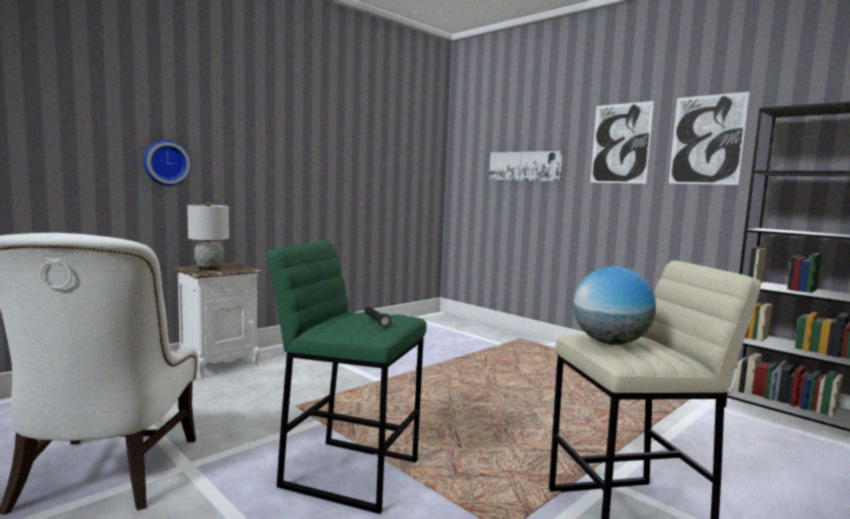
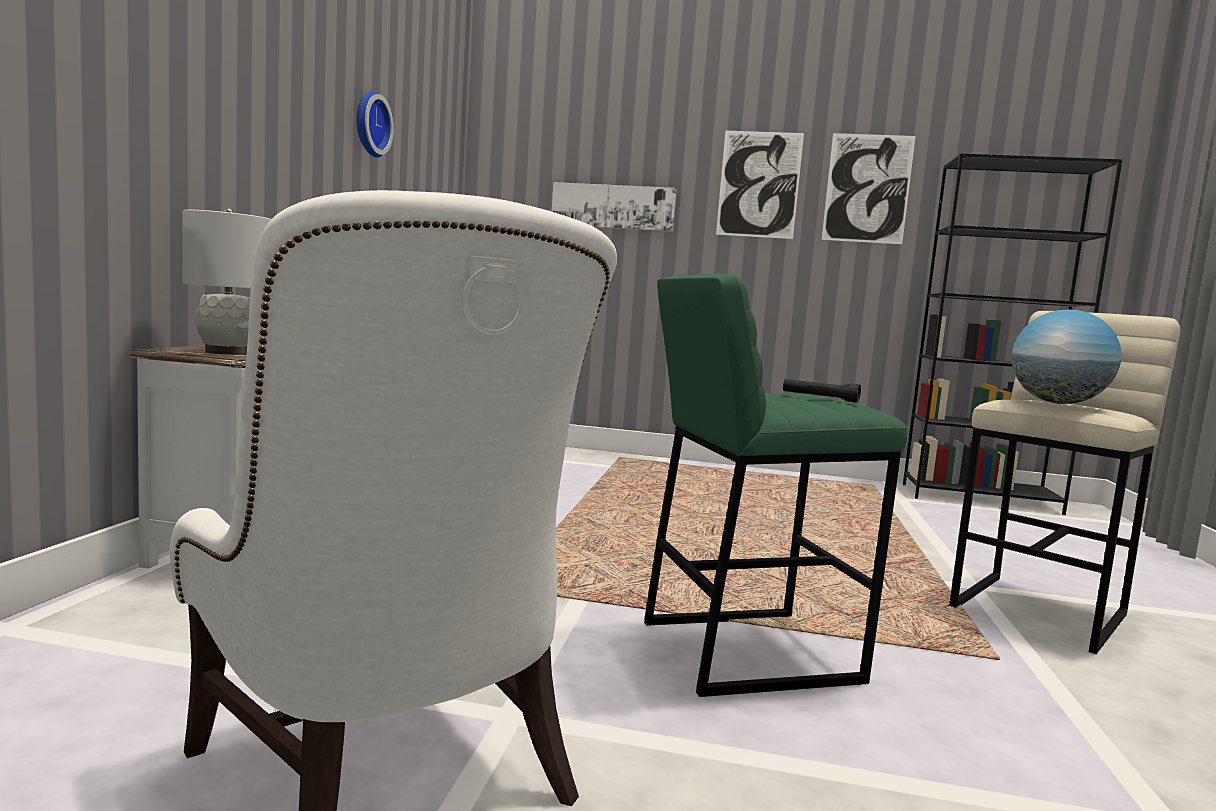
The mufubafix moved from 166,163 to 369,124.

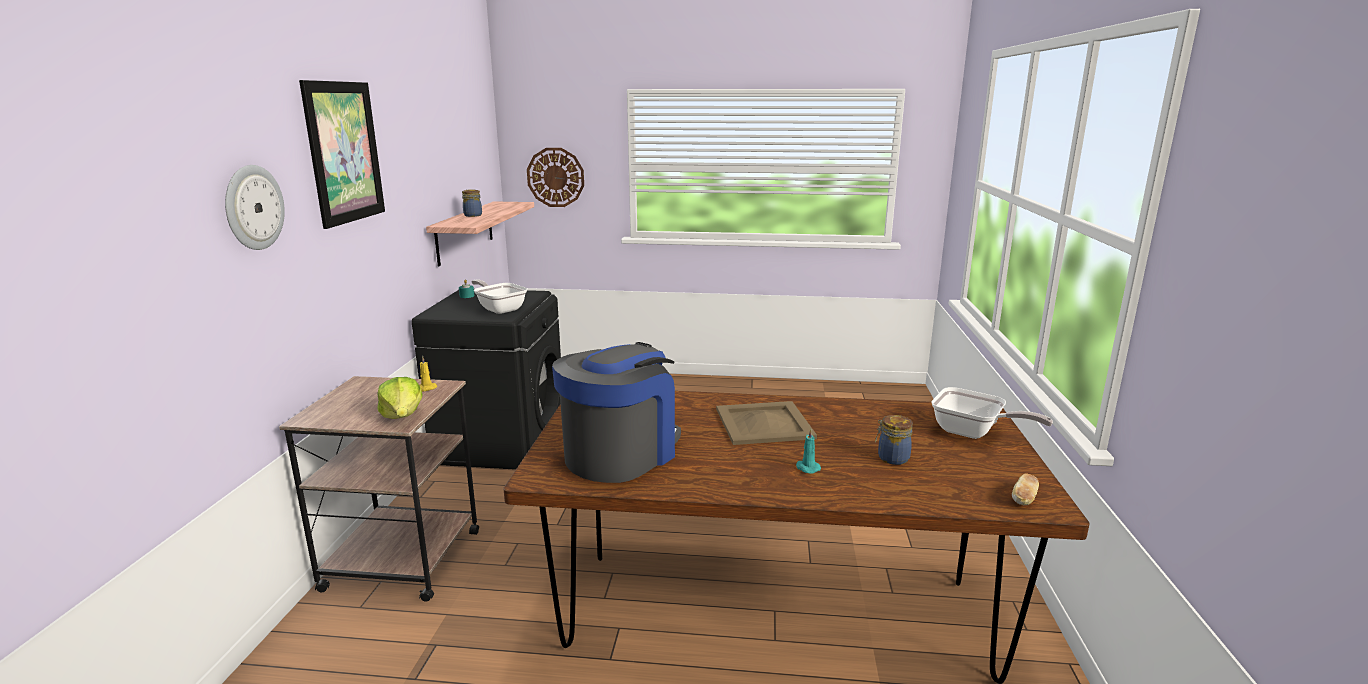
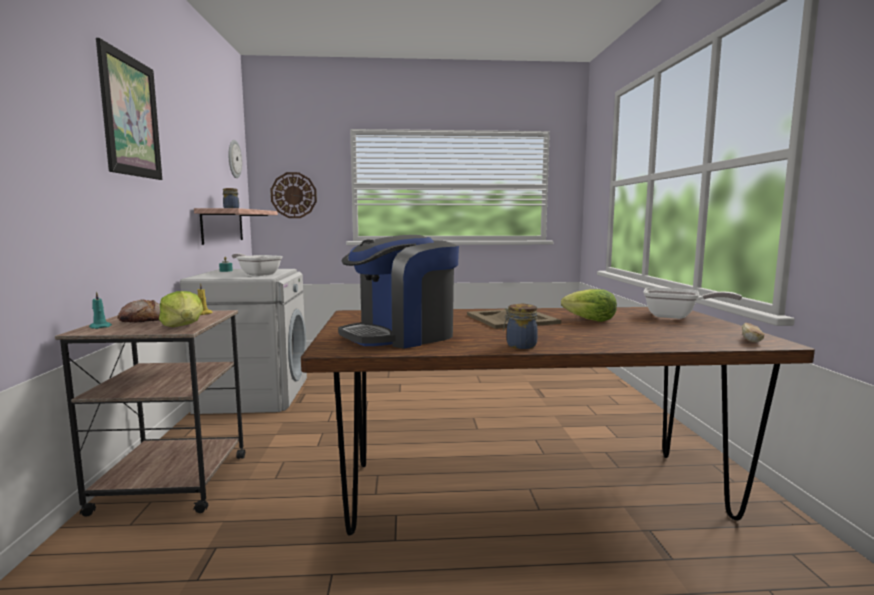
The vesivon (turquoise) moved from 807,468 to 100,327.
The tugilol at 142,321 appeared.
The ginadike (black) at 504,440 became the ginadike (white) at 256,394.
The mufubafix moved from 253,207 to 234,159.
The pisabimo at 621,453 turned 150 degrees counterclockwise.
The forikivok moved from 891,458 to 519,345.
The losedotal at 590,320 appeared.

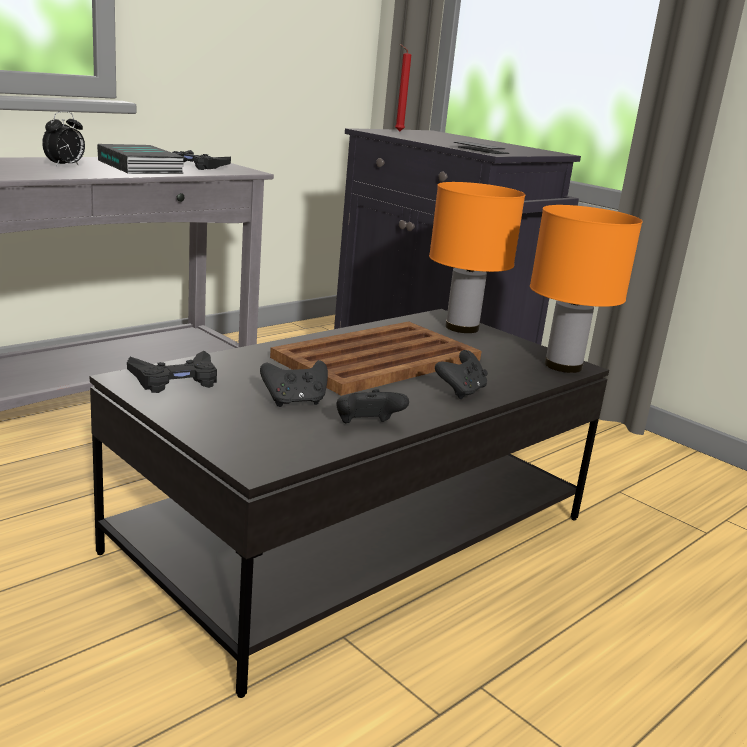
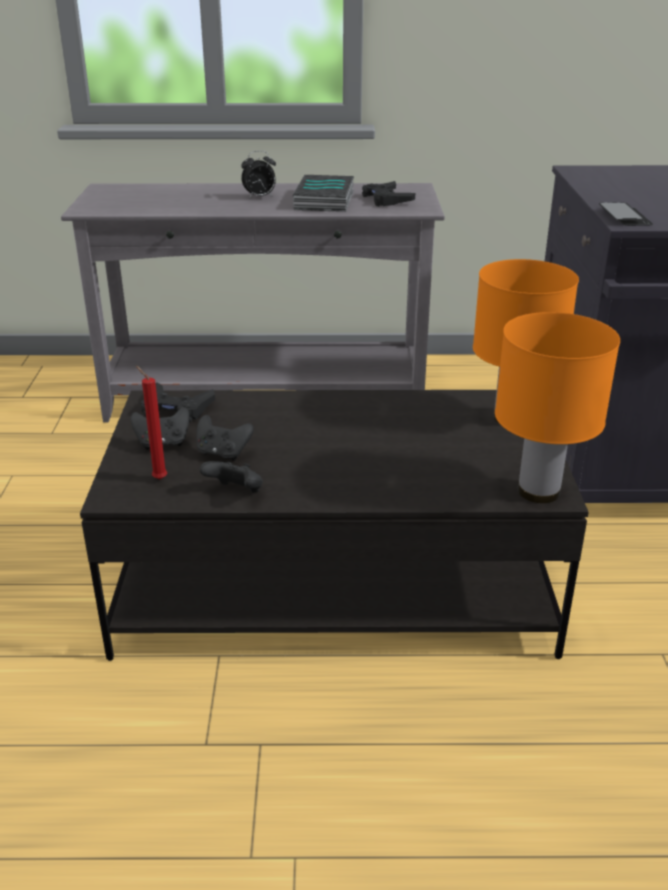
The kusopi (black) moved from 461,392 to 163,443.
The vesivon (red) moved from 397,131 to 158,478.
The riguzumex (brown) at 380,359 disappeared.

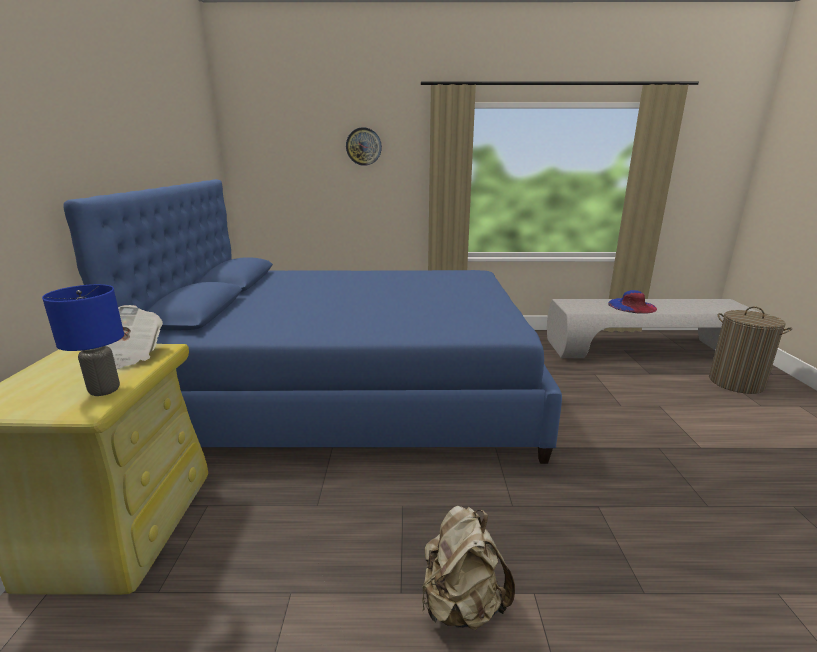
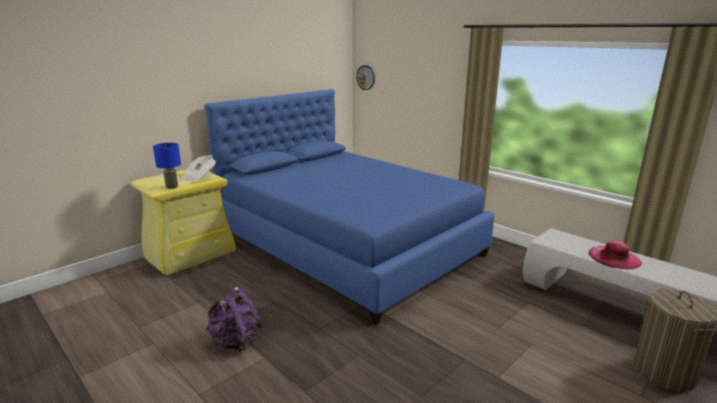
The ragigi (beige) at 461,605 became the ragigi (purple) at 235,342.
The mufubafix moved from 363,146 to 366,77.
The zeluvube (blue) at 632,306 became the zeluvube (pink) at 614,257.

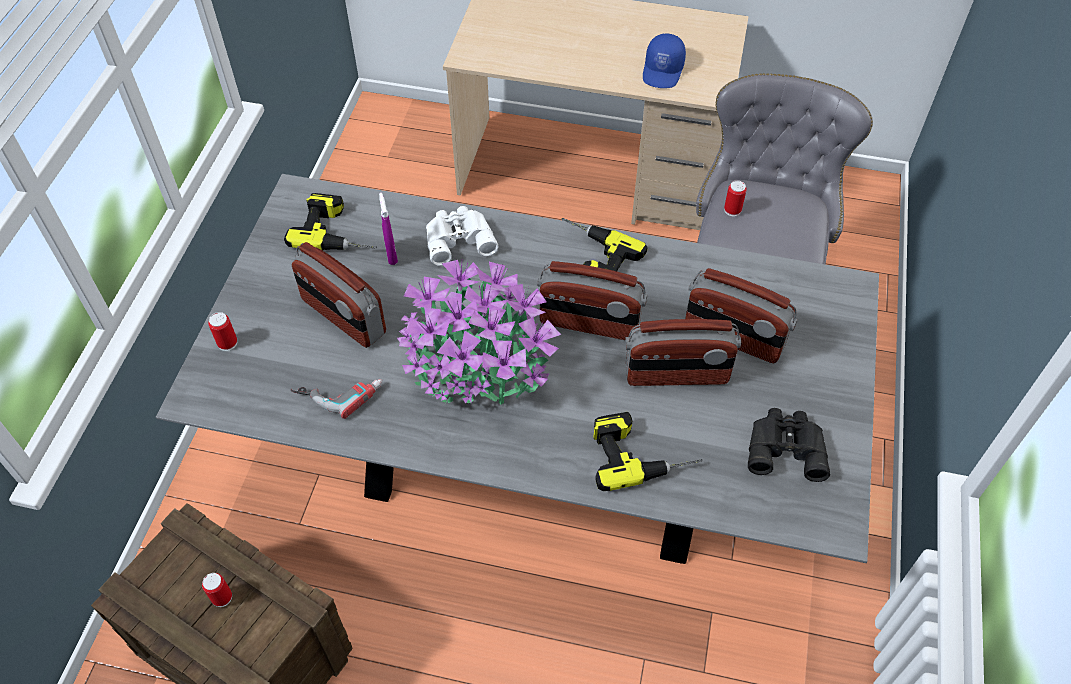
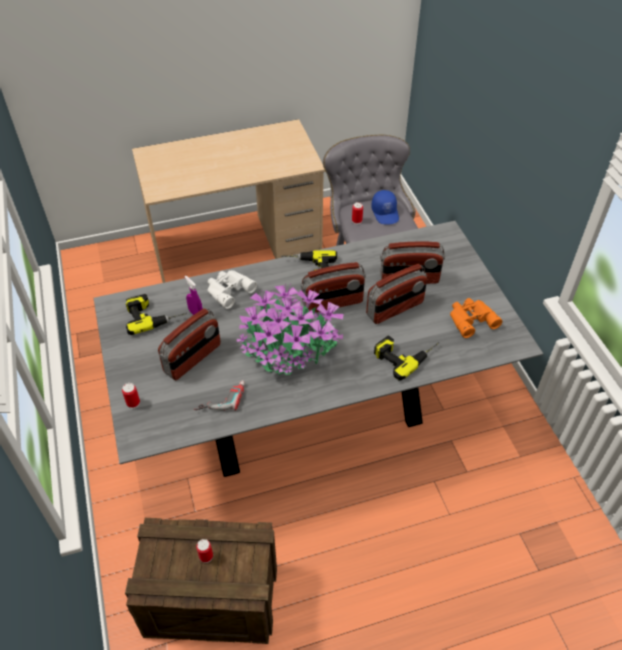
The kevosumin at 343,317 turned 60 degrees counterclockwise.
The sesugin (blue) moved from 663,71 to 385,213.
The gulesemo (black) at 785,446 became the gulesemo (orange) at 470,319.

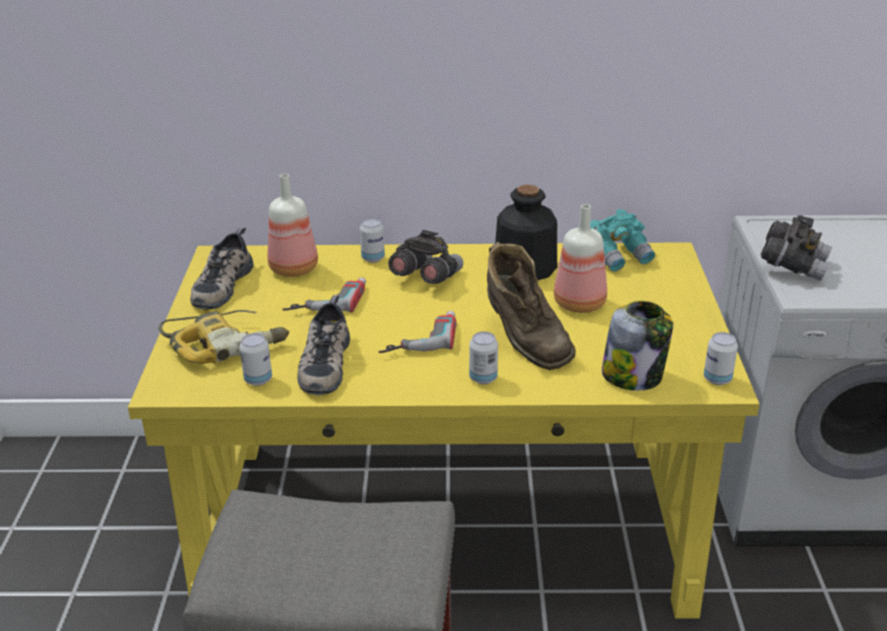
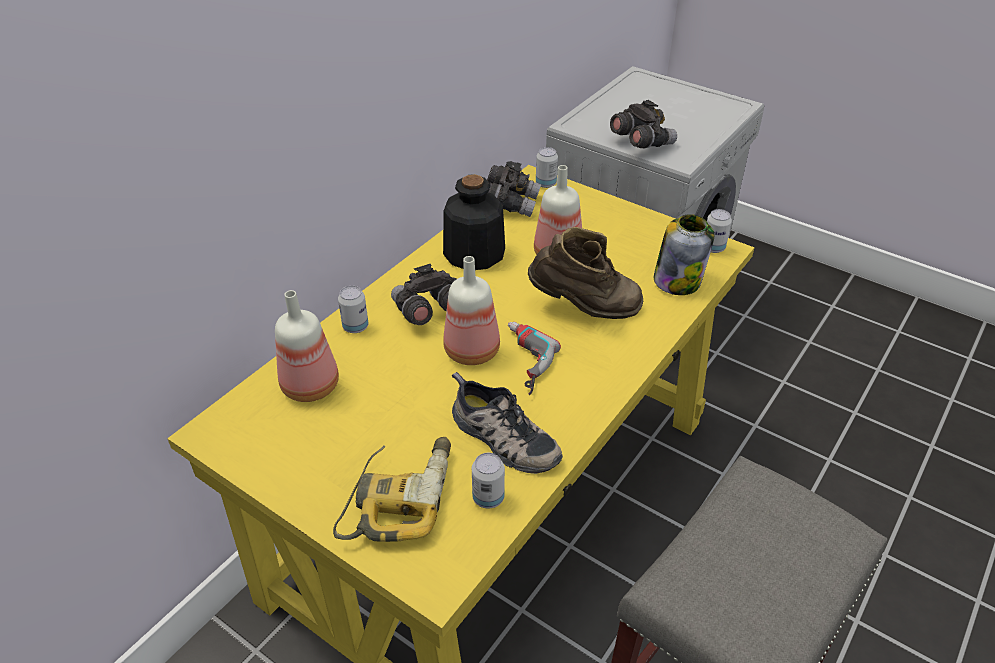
The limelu at 473,351 appeared.
The gulesemo (turquoise) at 617,256 became the gulesemo (grey) at 510,203.
The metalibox moved from 483,378 to 546,183.
The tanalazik at 221,284 disappeared.
The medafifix at 327,300 disappeared.

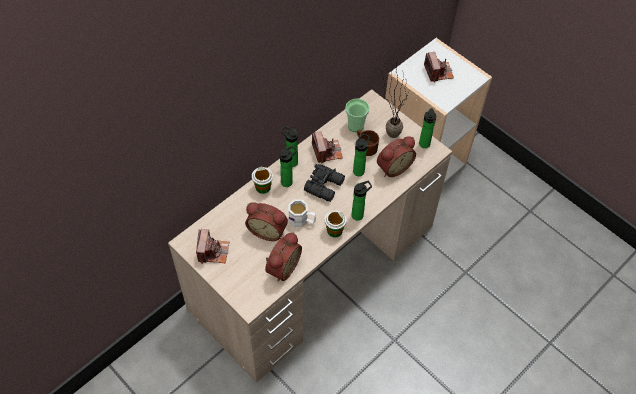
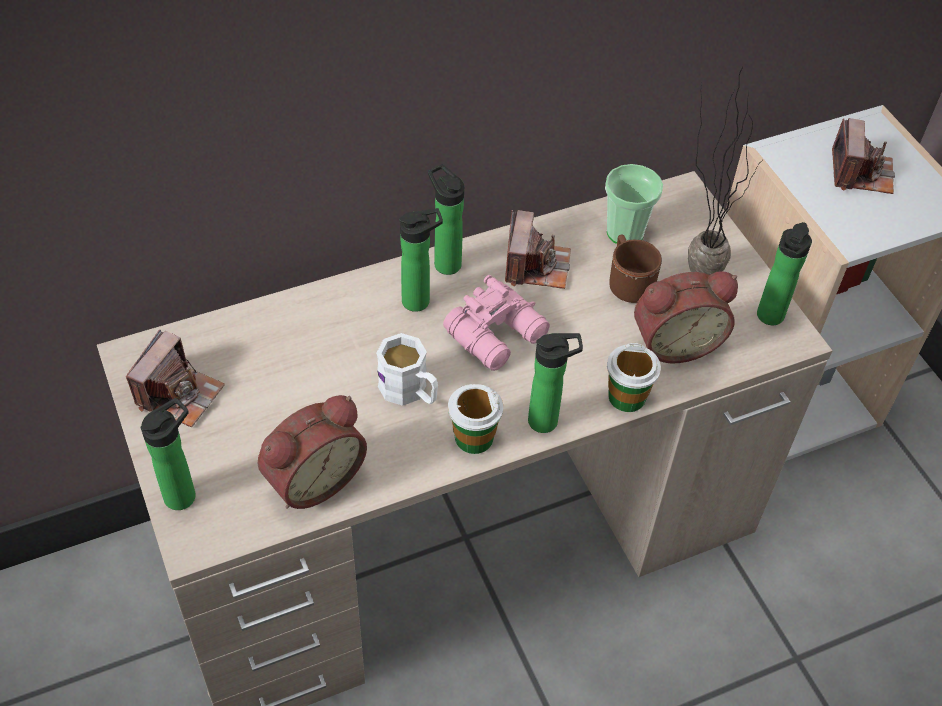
The limelu moved from 359,170 to 184,494.
The gulesemo (black) at 325,186 became the gulesemo (pink) at 498,335.
The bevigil moved from 263,187 to 627,397.
The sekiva at 268,230 disappeared.

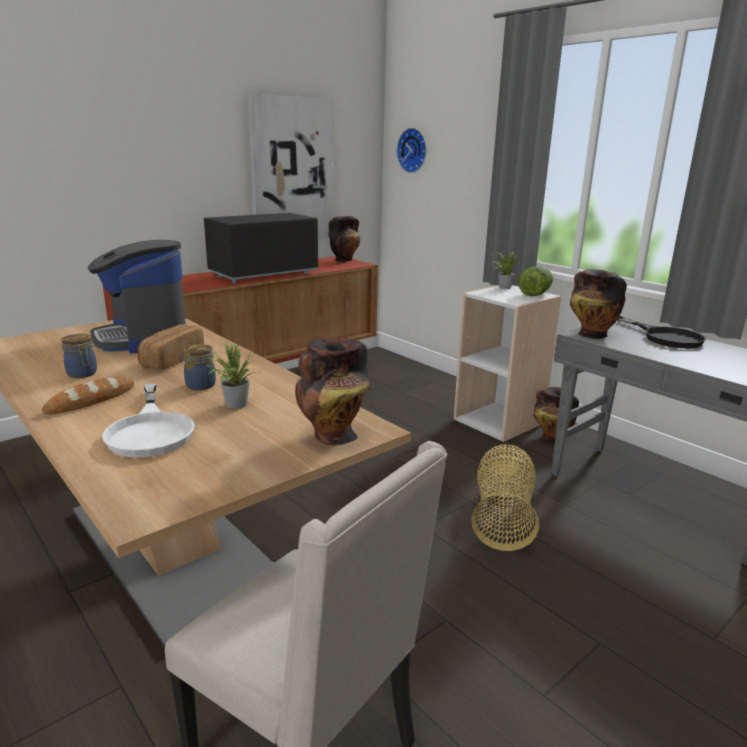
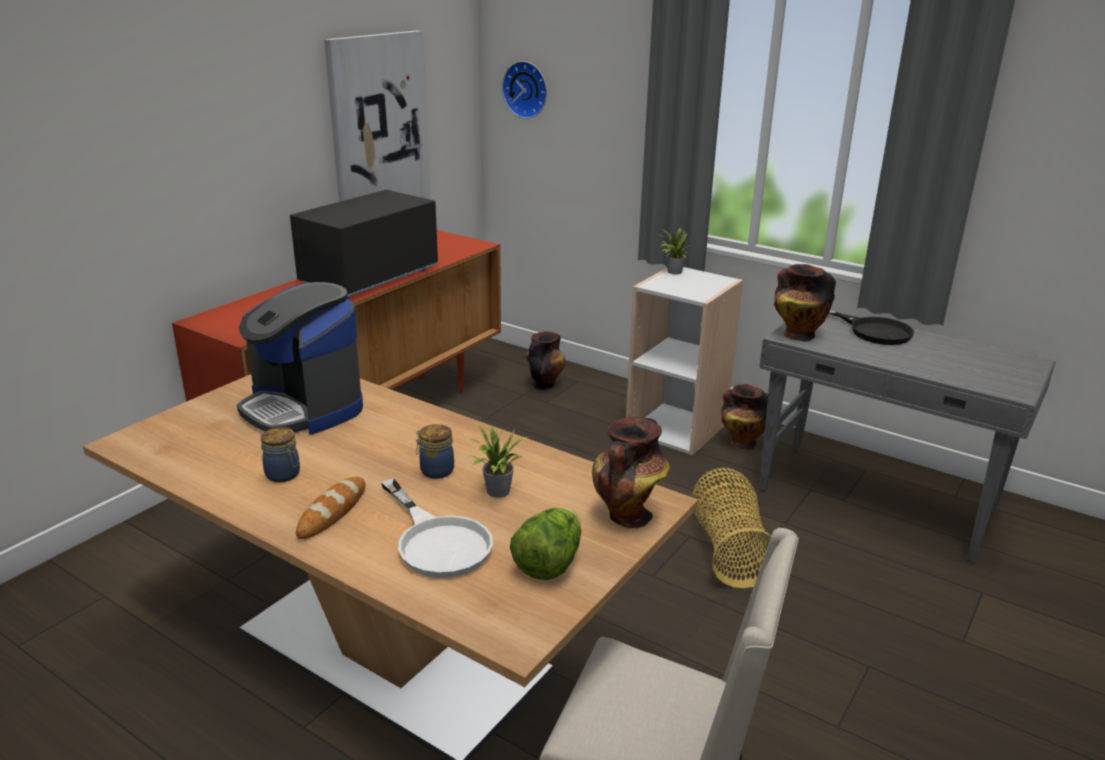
The losedotal moved from 535,294 to 549,563.
The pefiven moved from 344,260 to 544,384.
The tugilol at 171,360 disappeared.

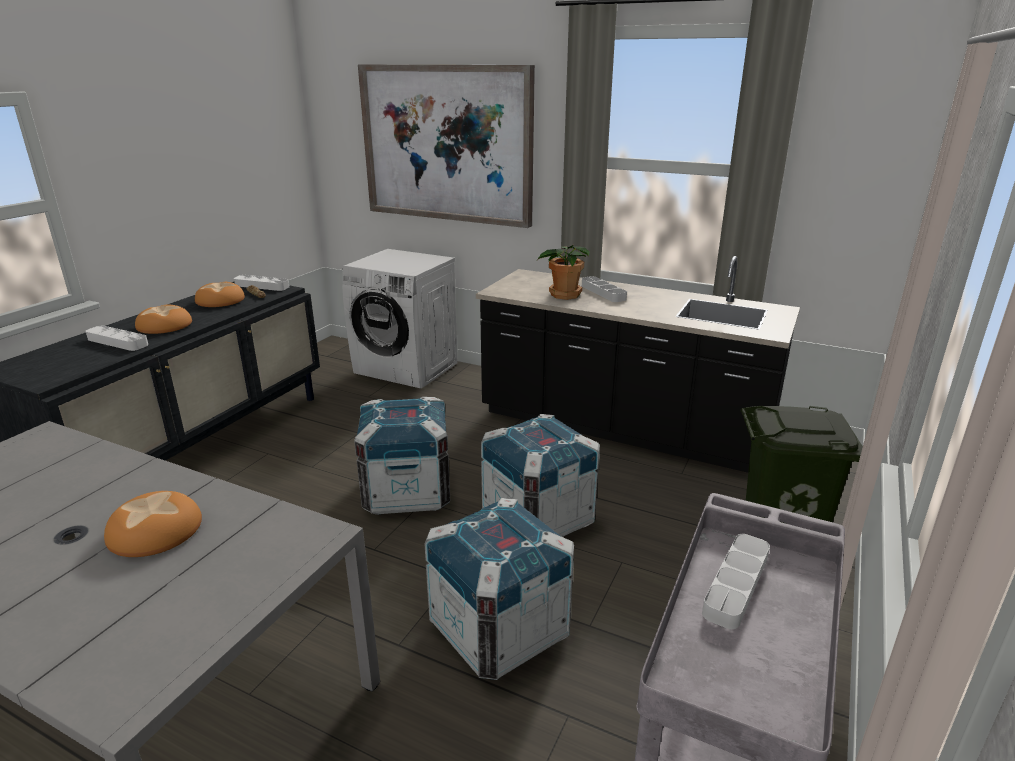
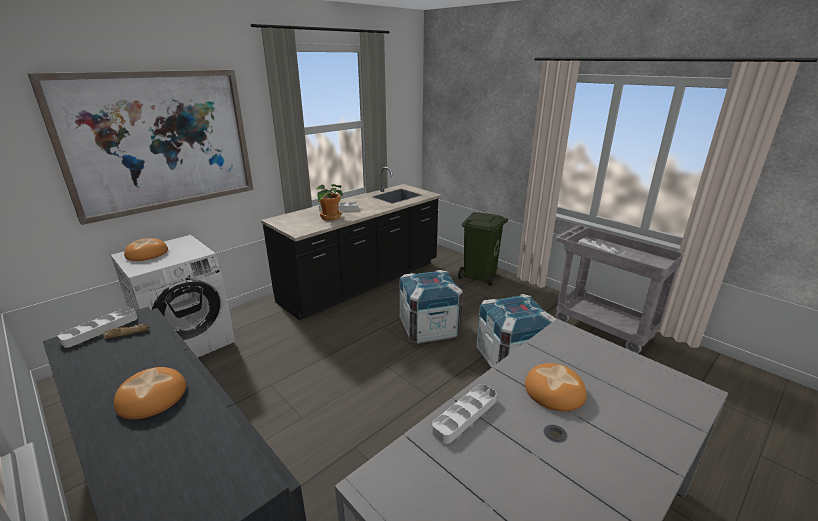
The tugilol moved from 219,300 to 146,254.
The riguzumex (grey) moved from 117,342 to 465,415.
The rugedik at 407,491 disappeared.

